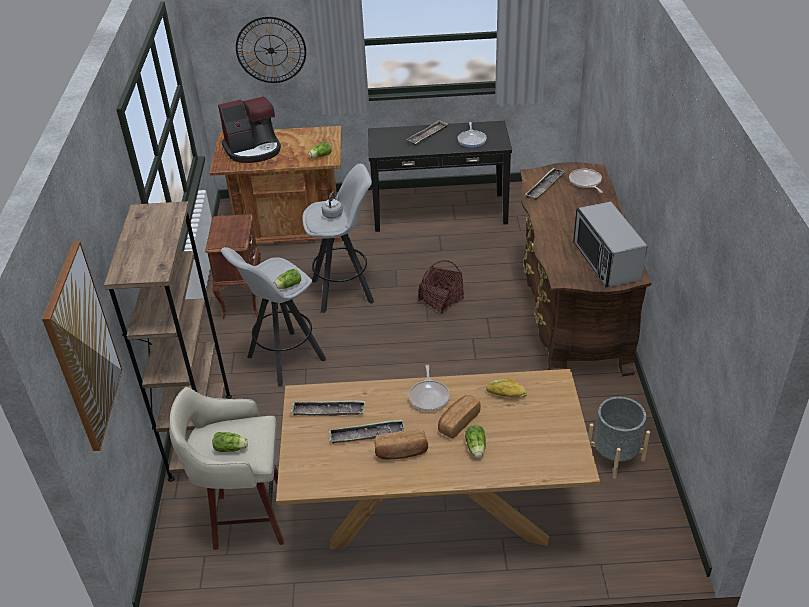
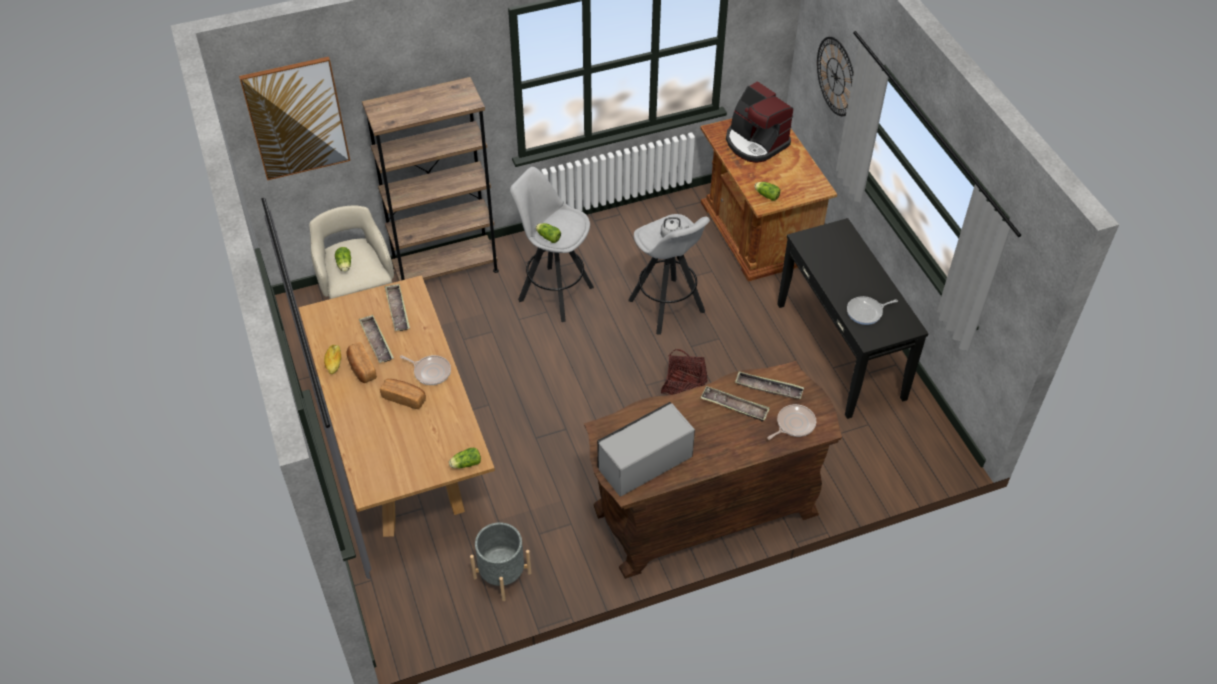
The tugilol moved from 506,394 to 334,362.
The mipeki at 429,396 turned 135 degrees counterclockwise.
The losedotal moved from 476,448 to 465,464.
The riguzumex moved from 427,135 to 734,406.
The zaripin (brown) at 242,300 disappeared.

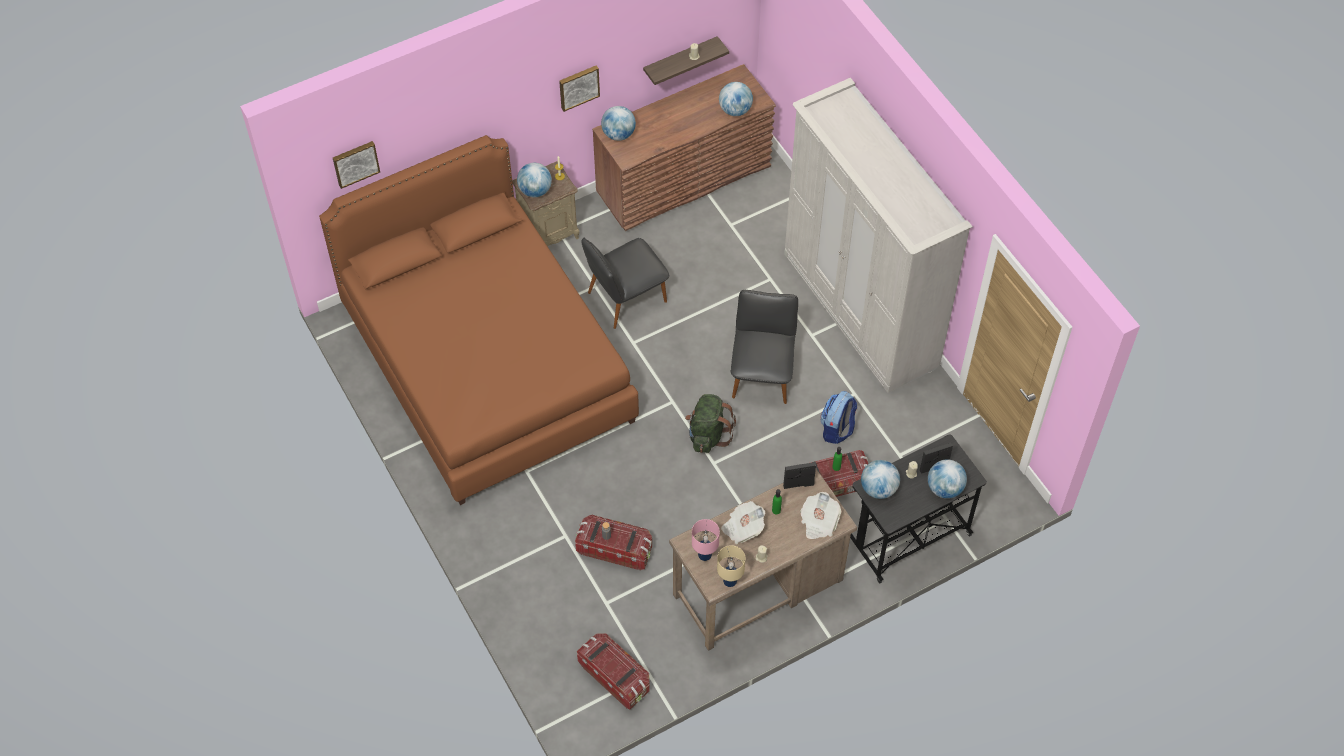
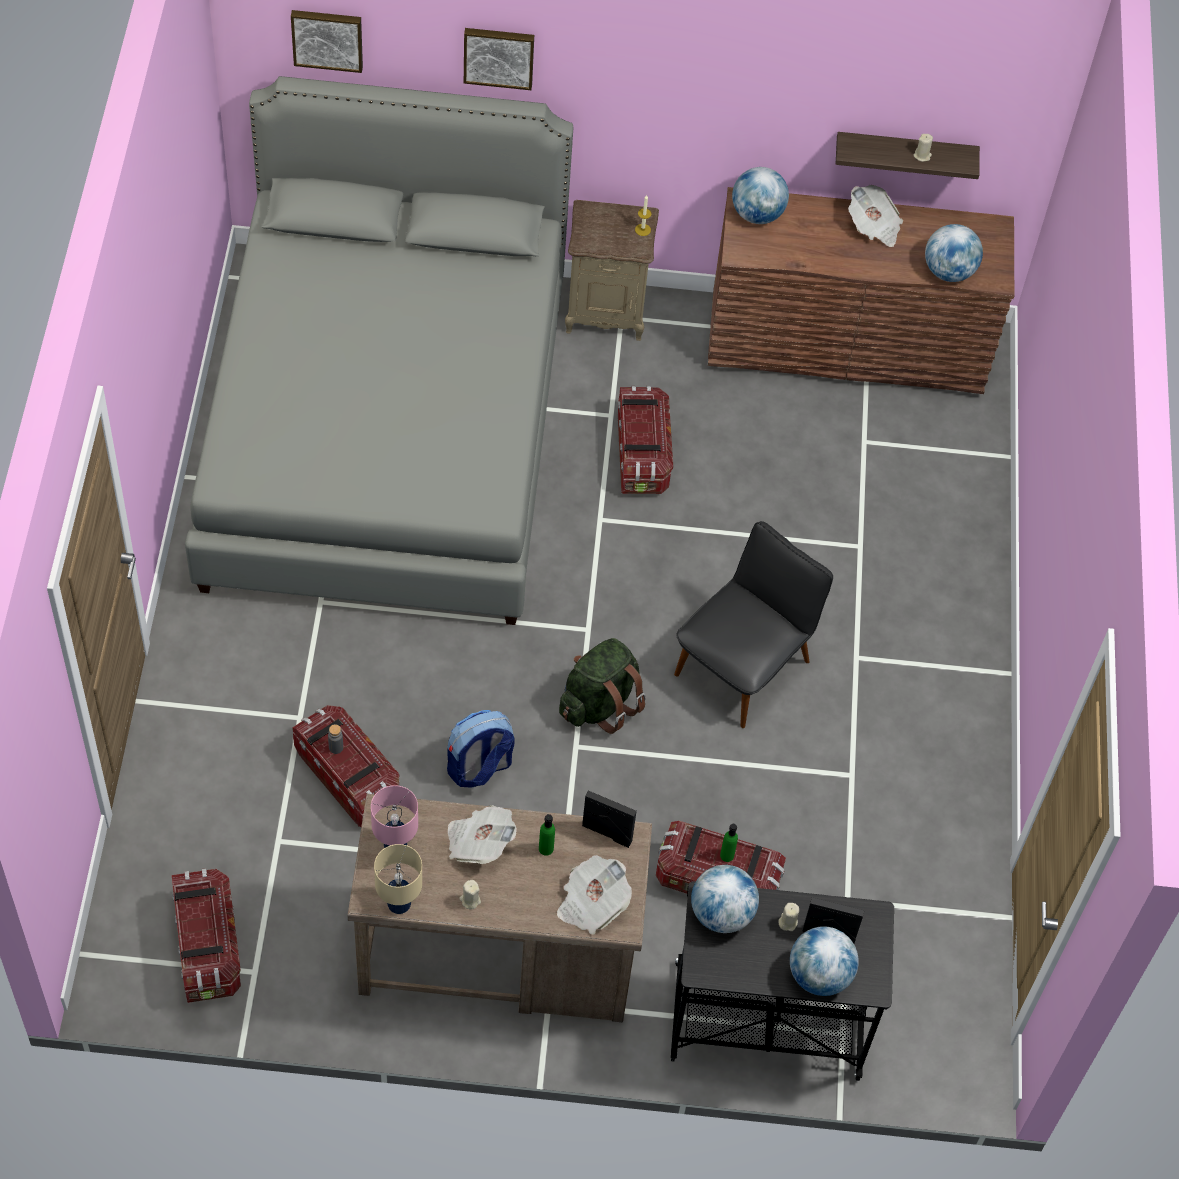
The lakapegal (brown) at 487,363 became the lakapegal (grey) at 386,431.
The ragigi moved from 837,429 to 479,768.
The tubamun moved from 578,87 to 499,56.
The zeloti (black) at 627,297 was replaced by the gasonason at 641,454.
The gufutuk at 873,227 appeared.
The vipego at 535,191 disappeared.
The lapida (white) at 860,310 disappeared.

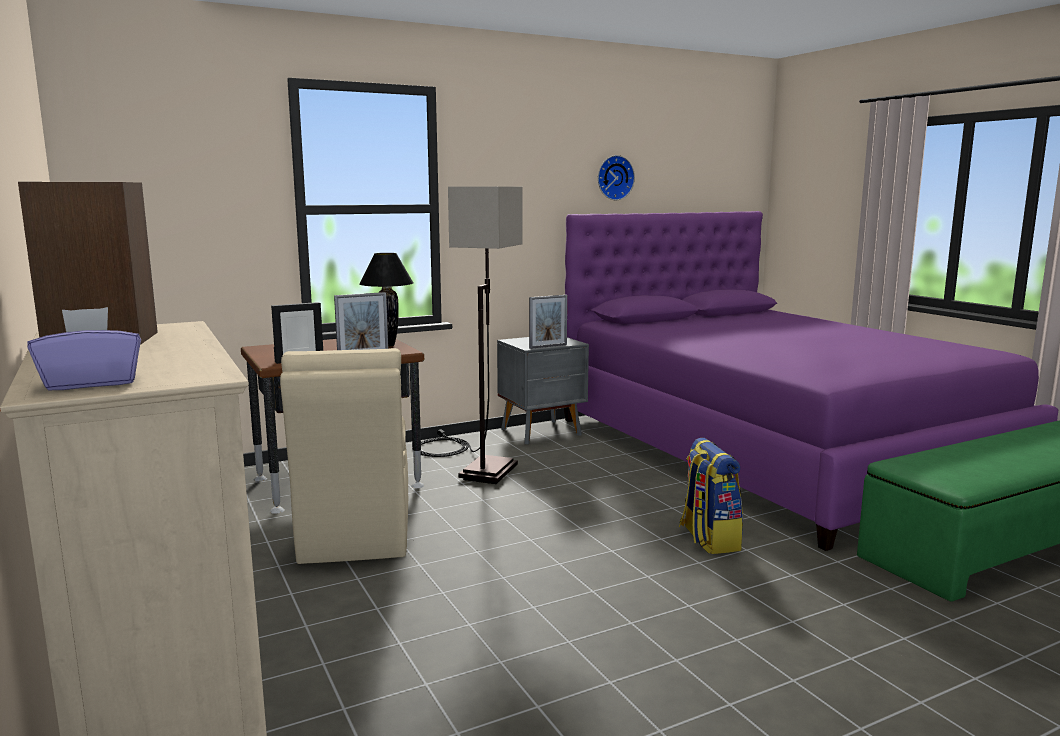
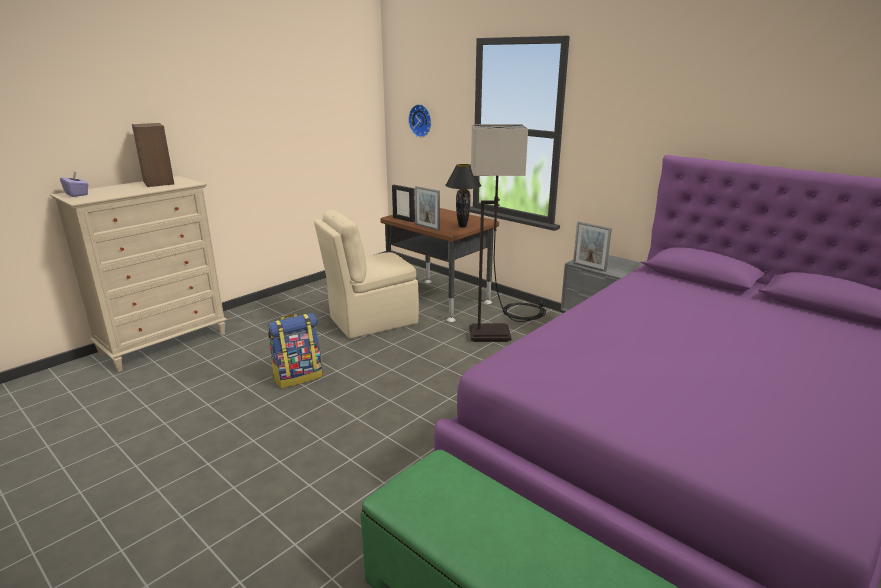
The ragigi moved from 708,539 to 298,376.
The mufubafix moved from 614,178 to 421,120.

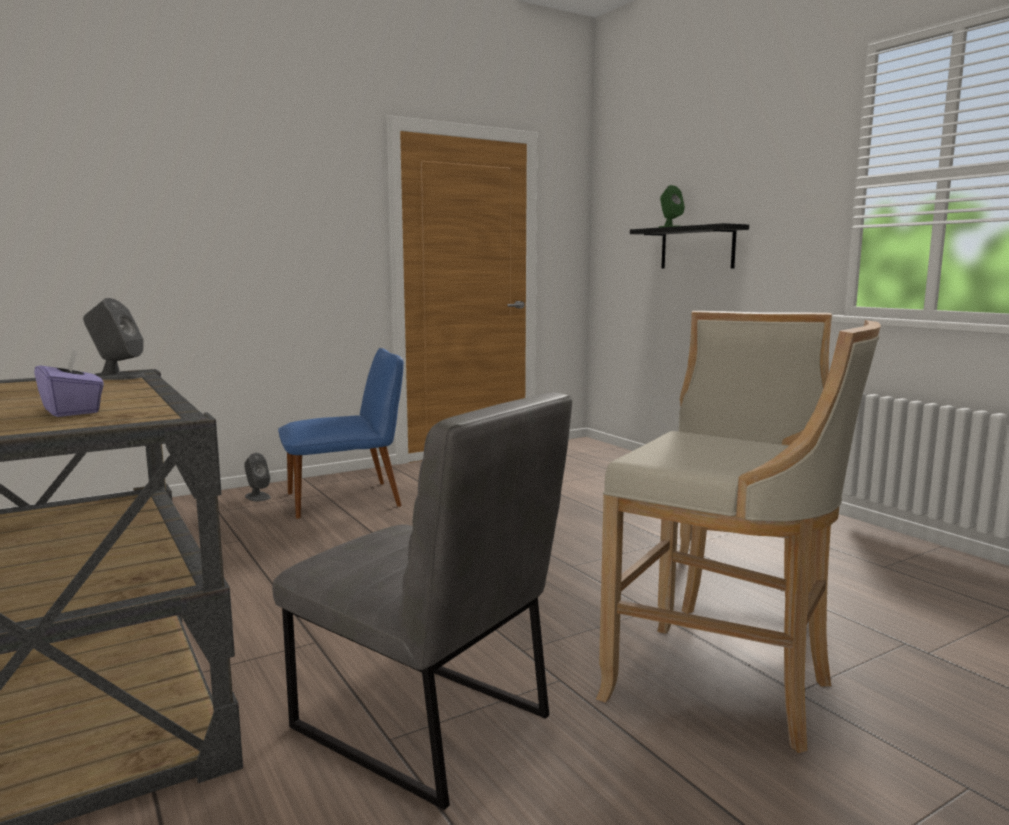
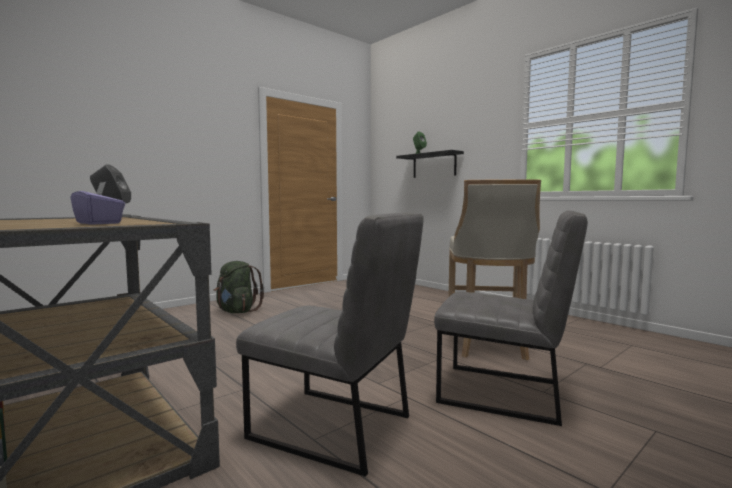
The zeloti (blue) at 343,499 was replaced by the ragigi (green) at 237,311.
The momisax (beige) at 726,689 was replaced by the zeloti (grey) at 504,393.
The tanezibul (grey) at 257,497 disappeared.

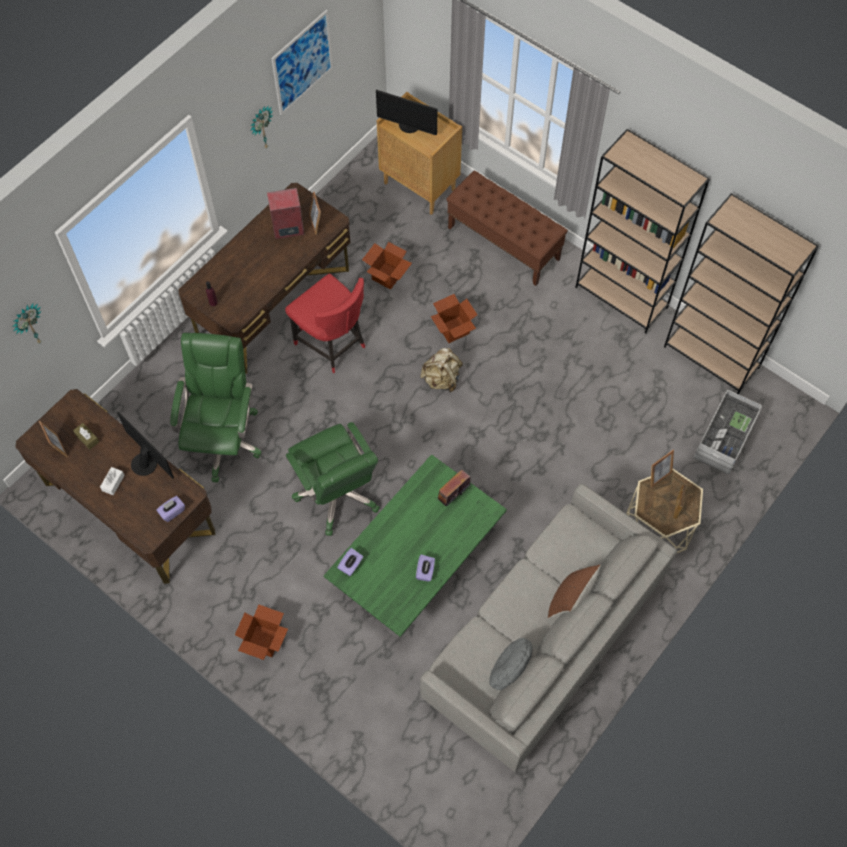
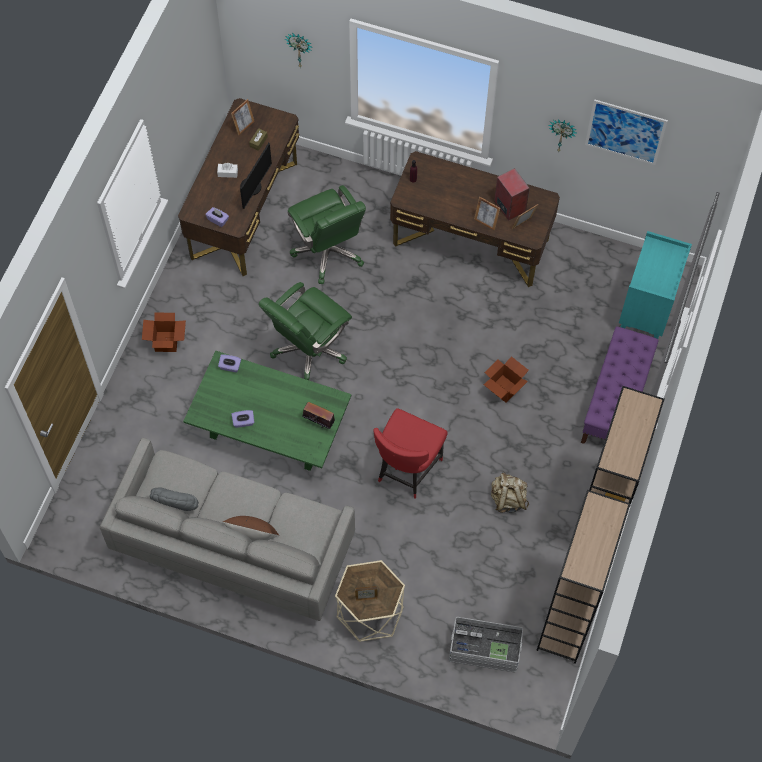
The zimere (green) at 223,439 turned 75 degrees clockwise.
The zeloti (red) moved from 332,344 to 407,470.
The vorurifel moved from 658,476 to 486,222.
The ragigi (beige) moved from 441,379 to 508,499.
The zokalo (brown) at 504,243 became the zokalo (purple) at 615,402.
The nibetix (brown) at 420,187 became the nibetix (turquoise) at 645,314.
The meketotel at 387,276 disappeared.
The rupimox at 408,126 disappeared.

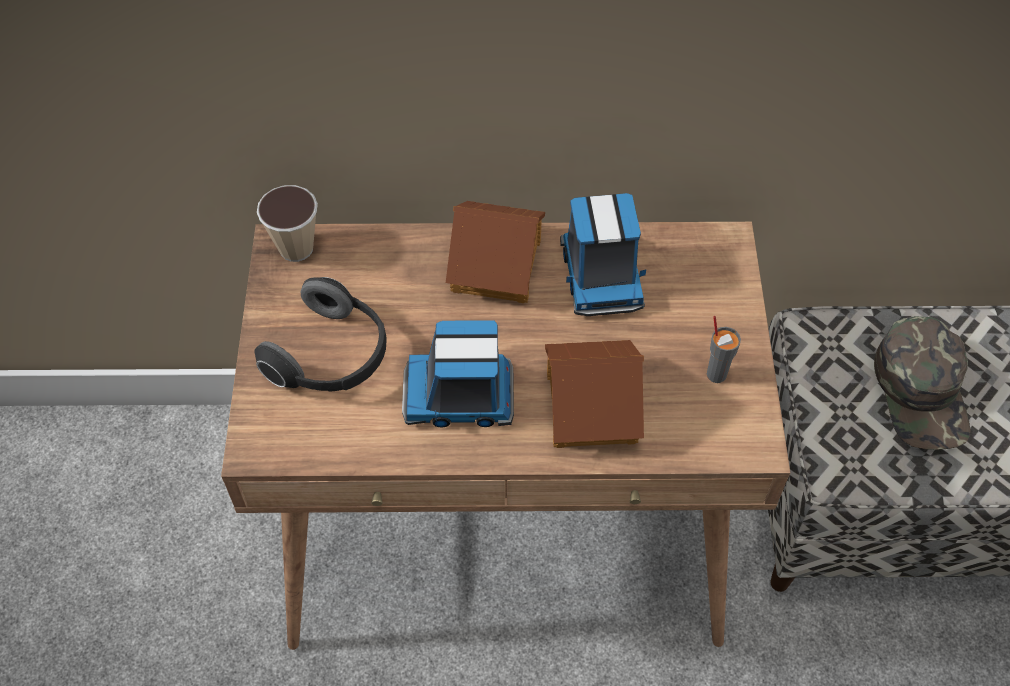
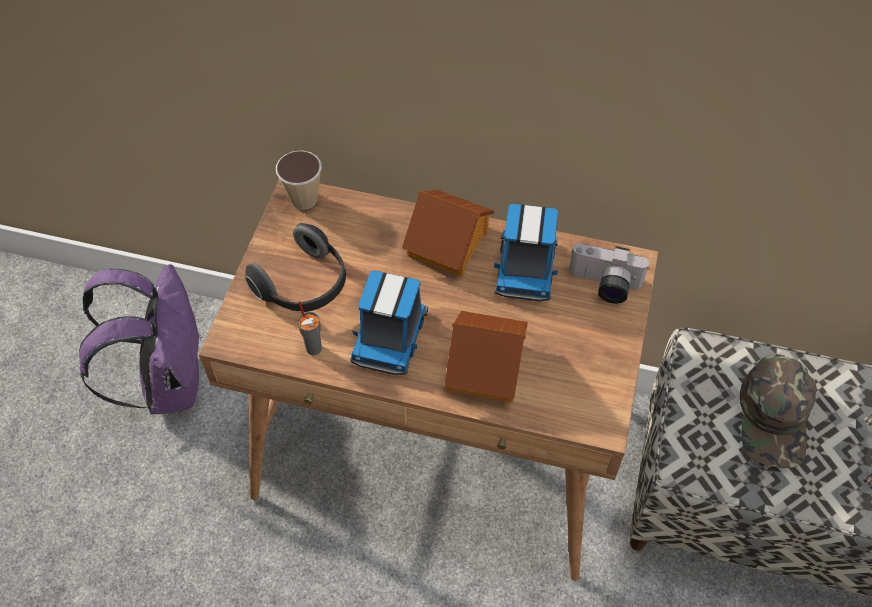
The ragigi (purple) at 169,381 appeared.
The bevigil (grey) moved from 716,373 to 314,347.
The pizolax at 461,396 turned 90 degrees counterclockwise.
The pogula at 603,286 appeared.

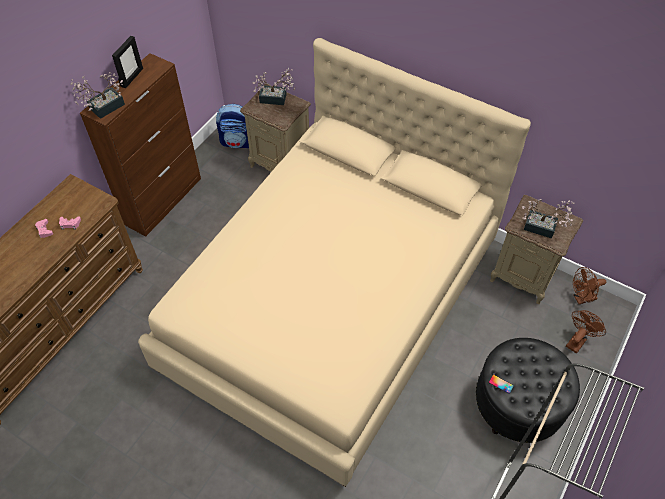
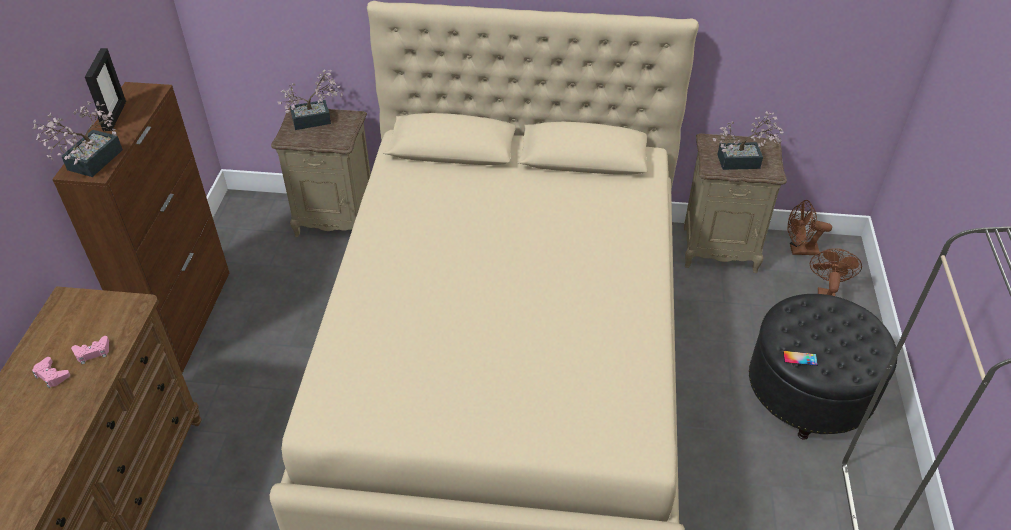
The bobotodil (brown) at 581,298 turned 45 degrees clockwise.
The ragigi at 238,142 disappeared.

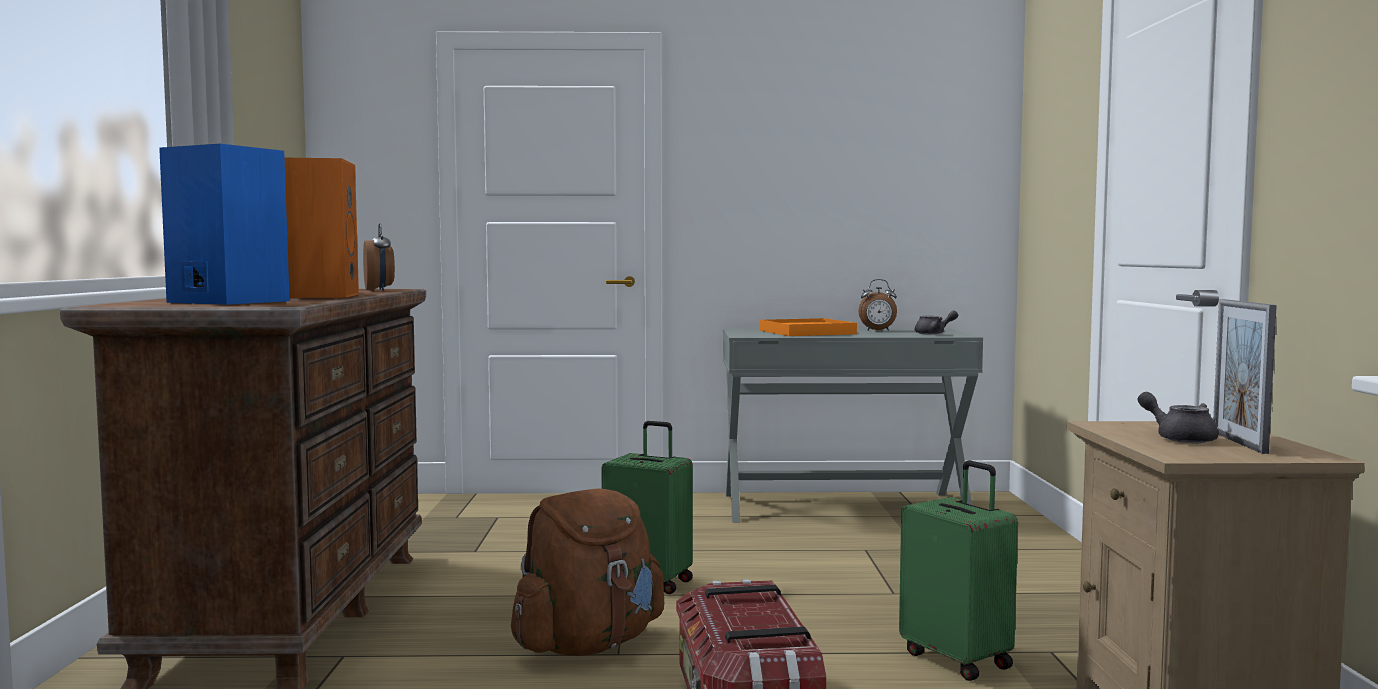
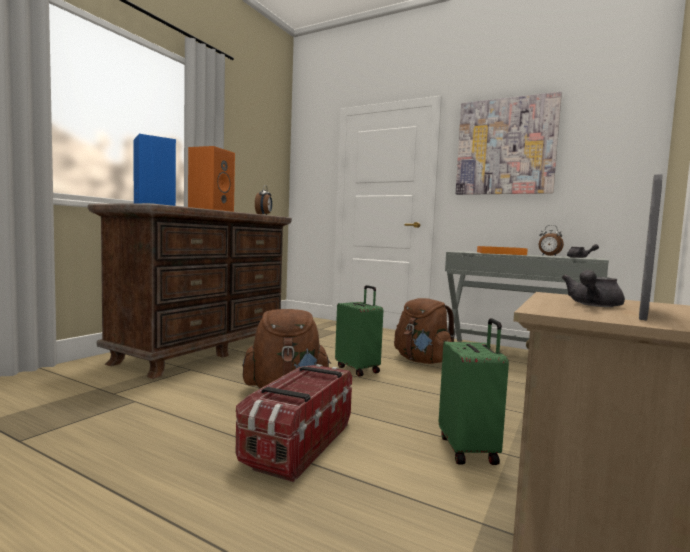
The ragigi (brown) at 422,361 appeared.
The tubamun at 506,147 appeared.
The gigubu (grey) at 1179,438 turned 135 degrees counterclockwise.

